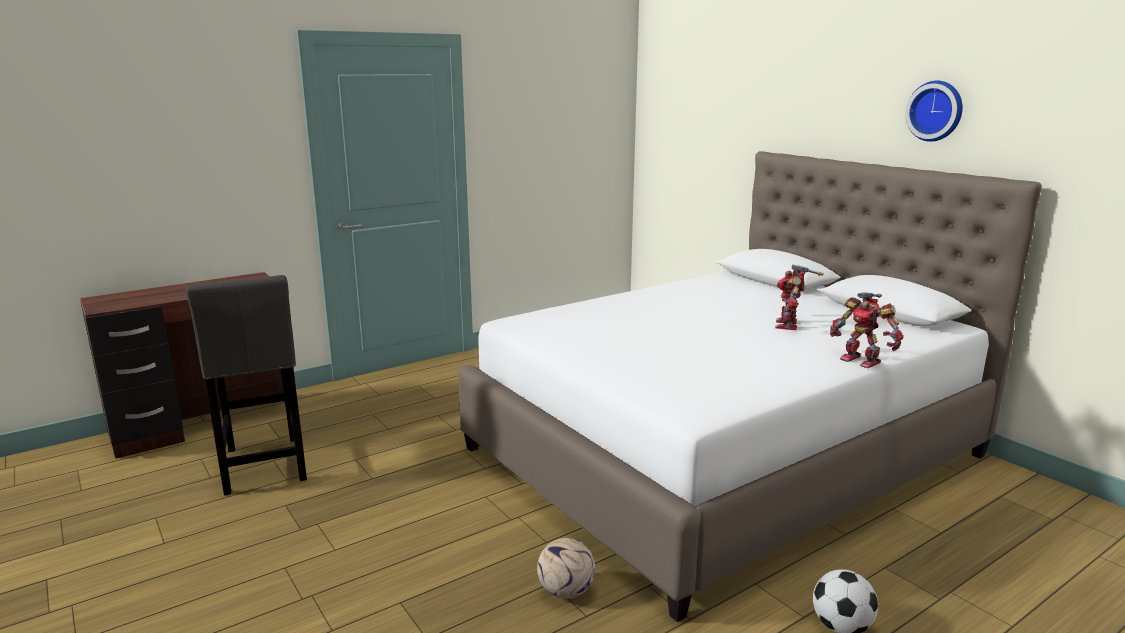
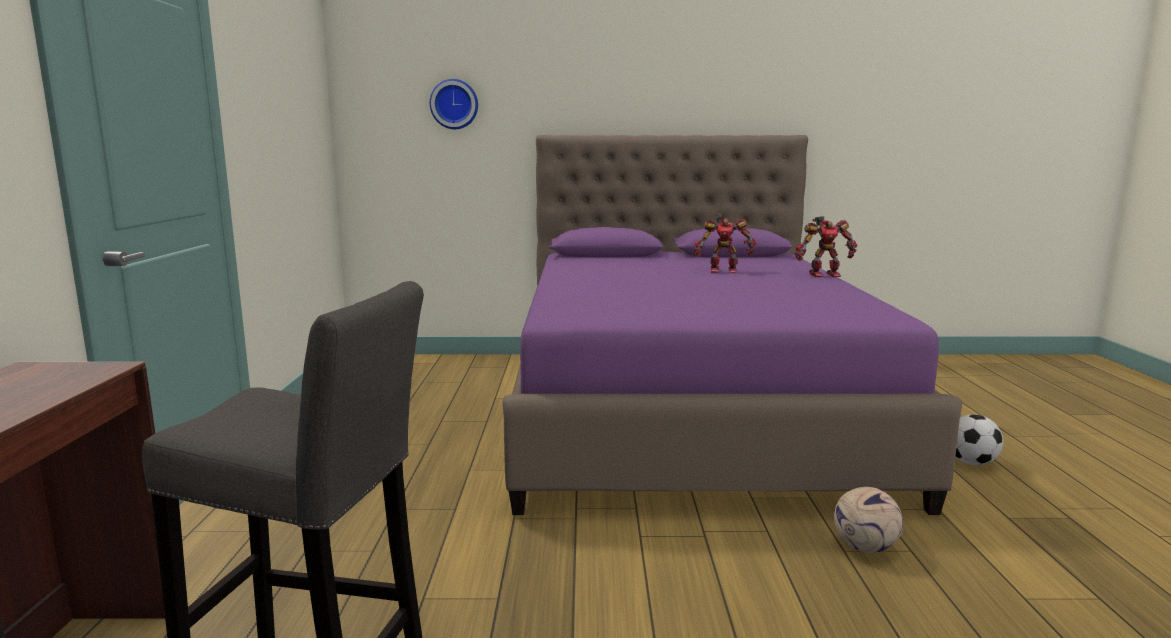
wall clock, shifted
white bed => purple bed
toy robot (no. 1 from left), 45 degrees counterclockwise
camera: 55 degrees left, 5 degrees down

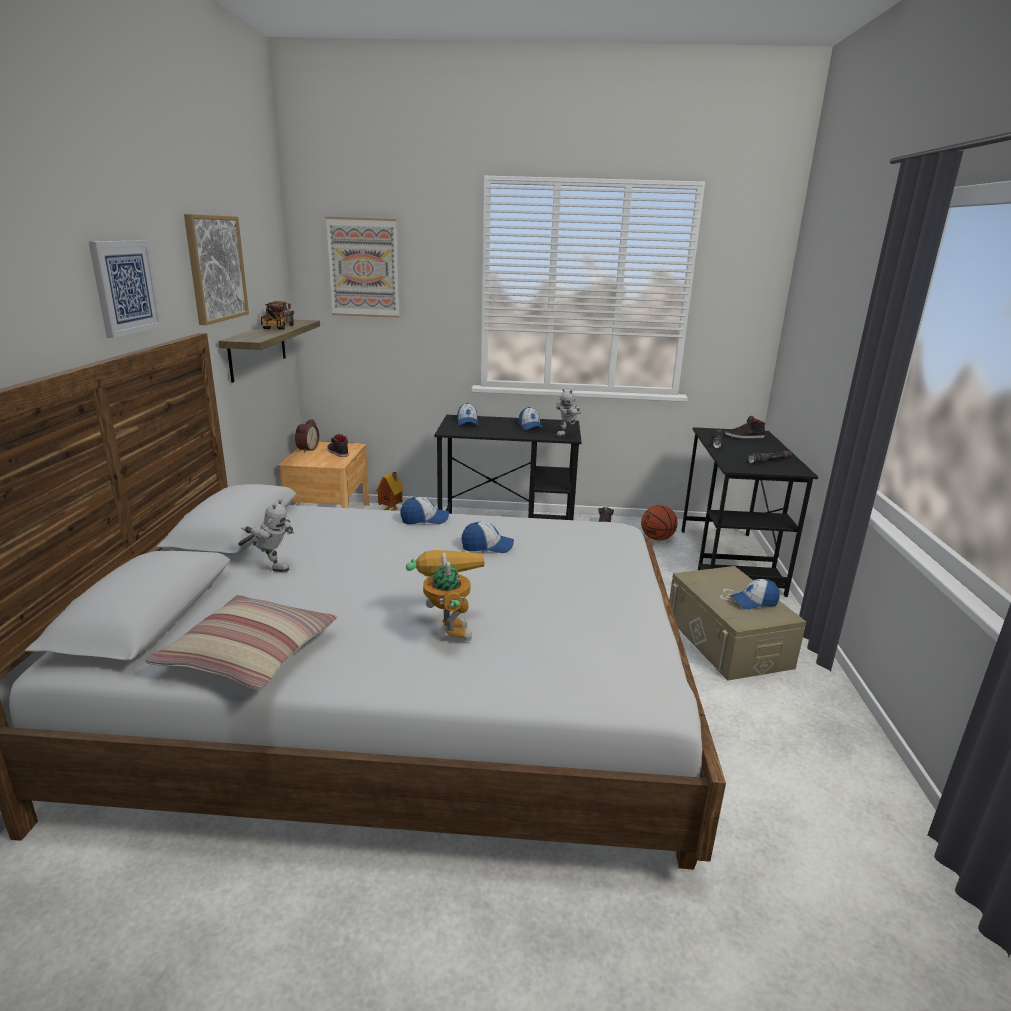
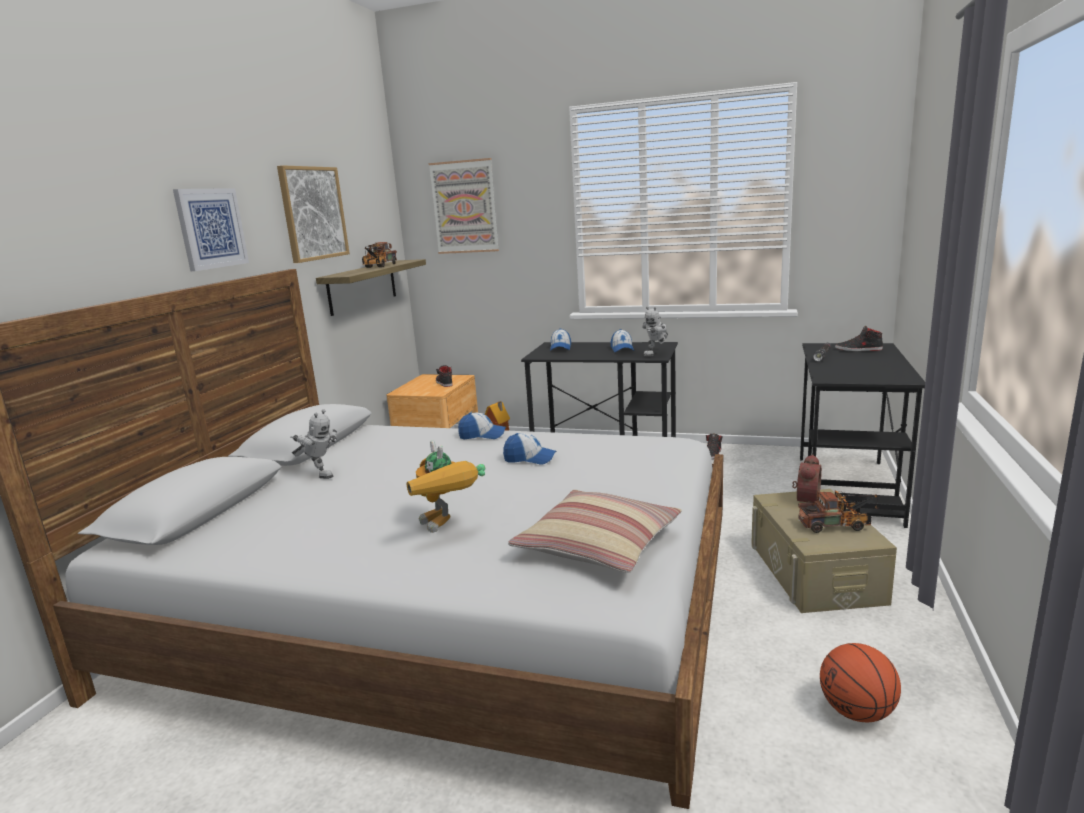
alarm clock, shifted
black flashlight (no. 2 from left) => nothing
basketball, shifted
toy robot (no. 2 from left), 150 degrees clockwise
cap (no. 5 from left) => toy truck (no. 2 from left)
pillow, shifted
camera: 15 degrees right, 5 degrees down

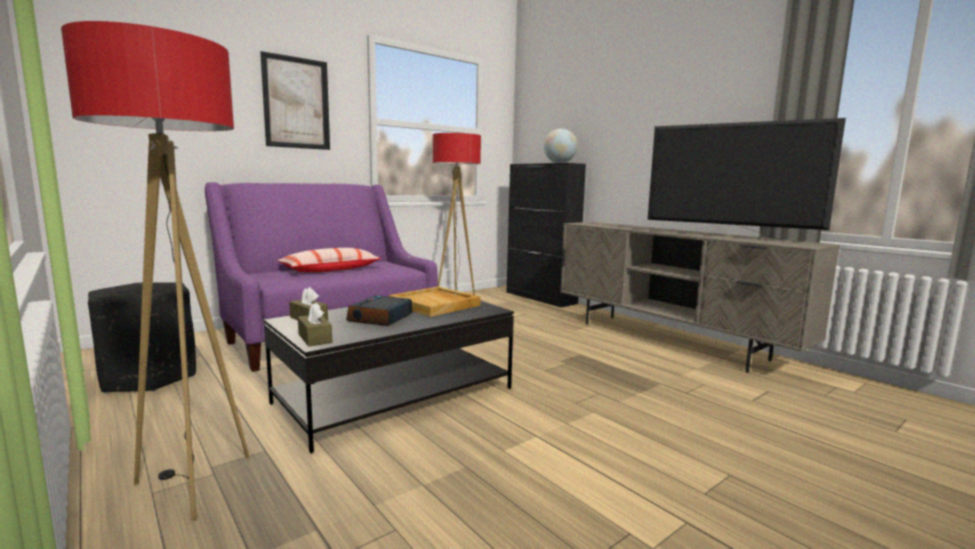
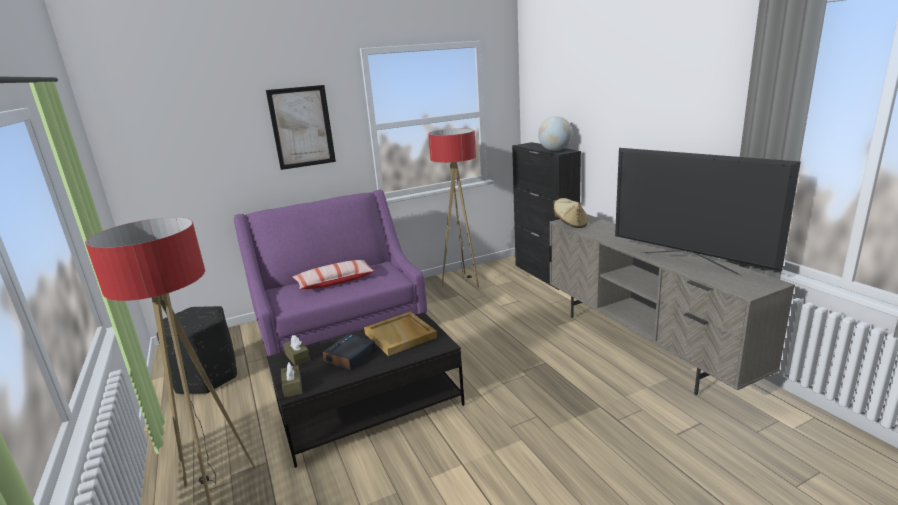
nothing => beige hat
camera: 15 degrees right, 10 degrees up

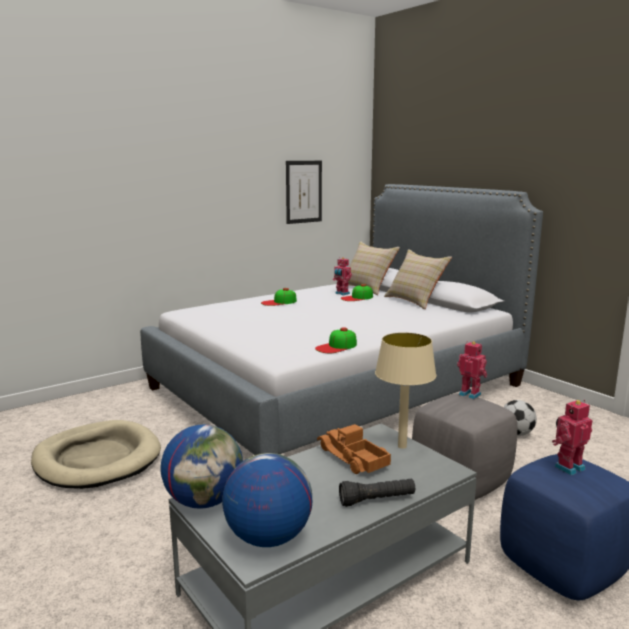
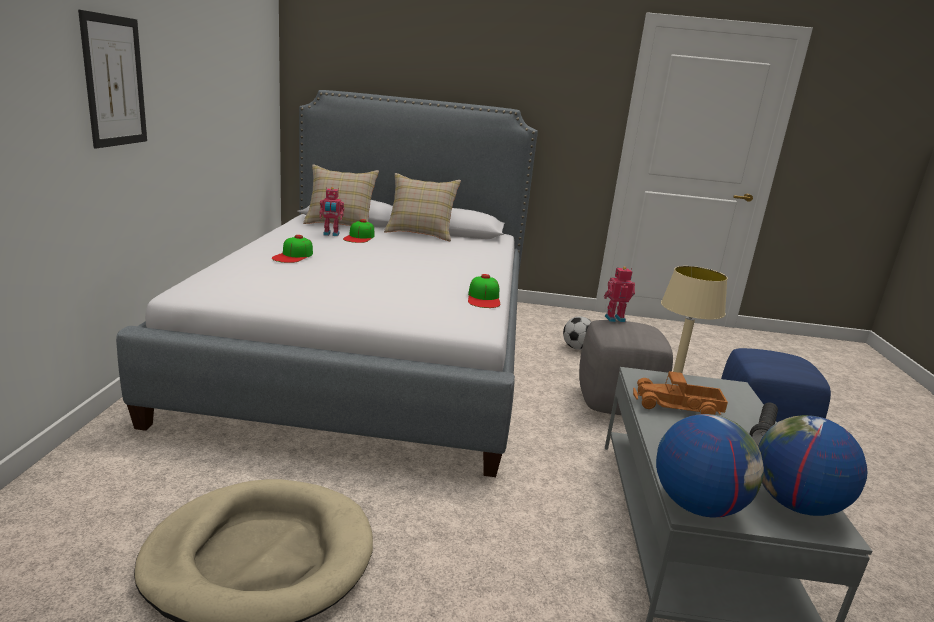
picture, shifted
toy robot (no. 3 from left) => nothing
camera: 50 degrees left, 5 degrees up

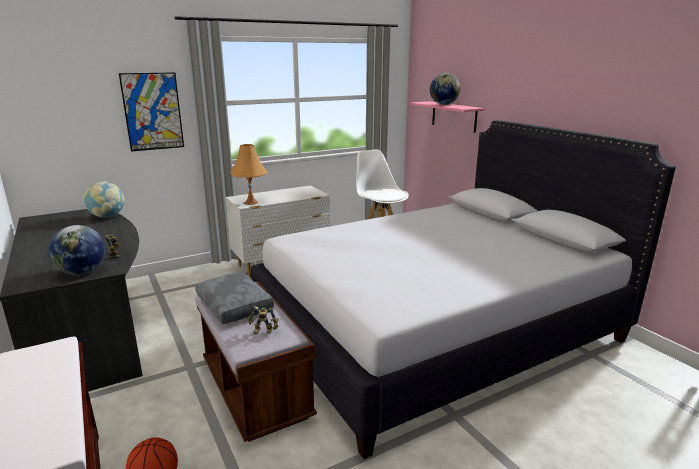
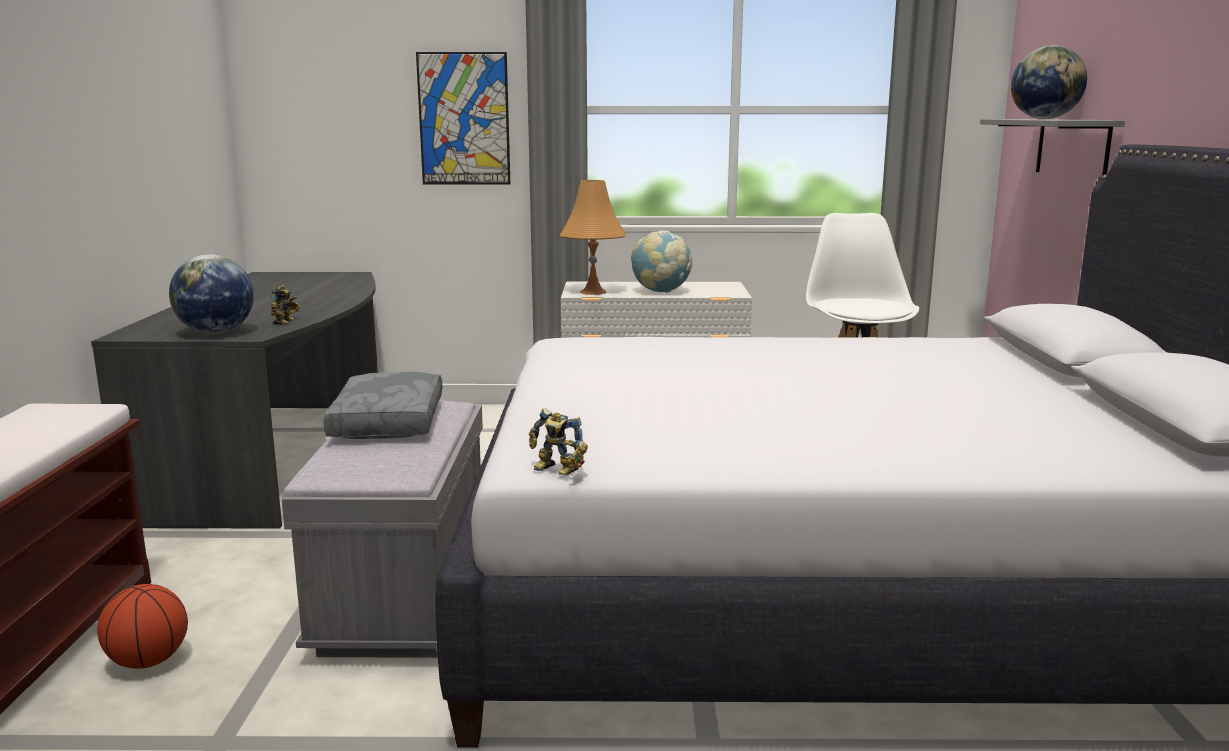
pink shelf => grey shelf
globe (no. 2 from left), shifted
brown bench (no. 2 from left) => grey bench
toy robot (no. 2 from left), shifted
camera: 30 degrees right, 5 degrees down

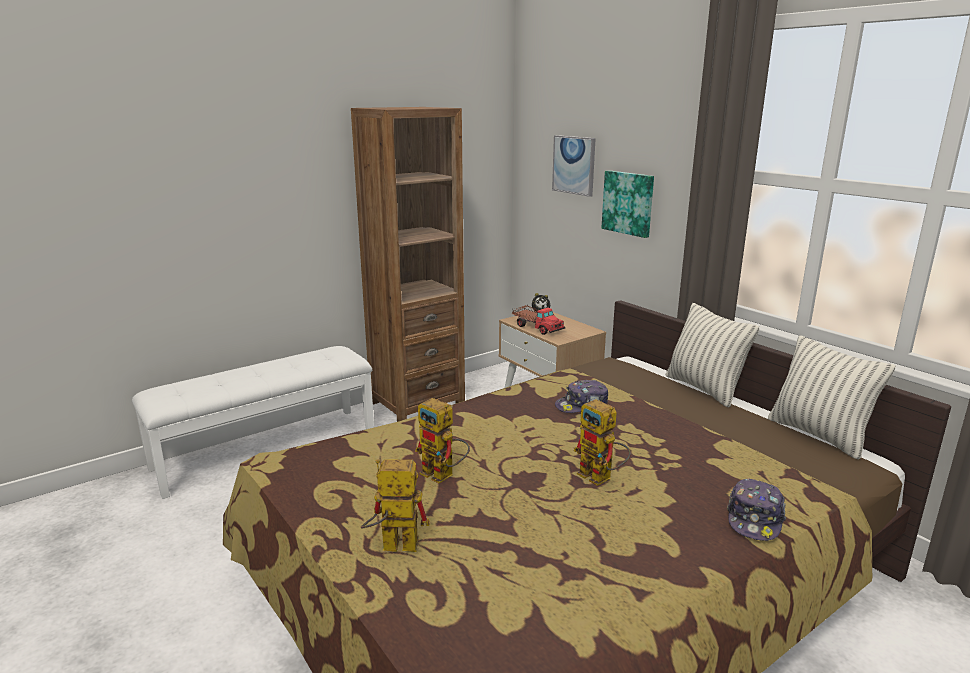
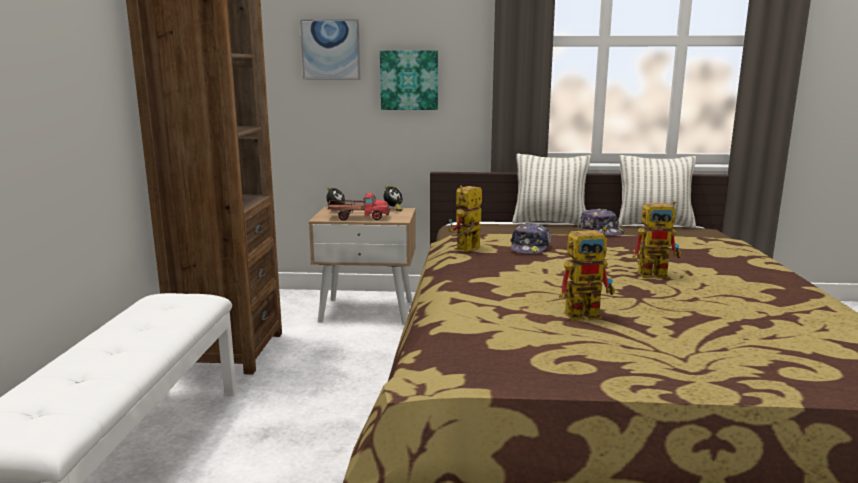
toy robot (no. 1 from left), shifted
cap (no. 2 from left), shifted
nothing => alarm clock (no. 2 from left)
camera: 50 degrees left, 5 degrees down

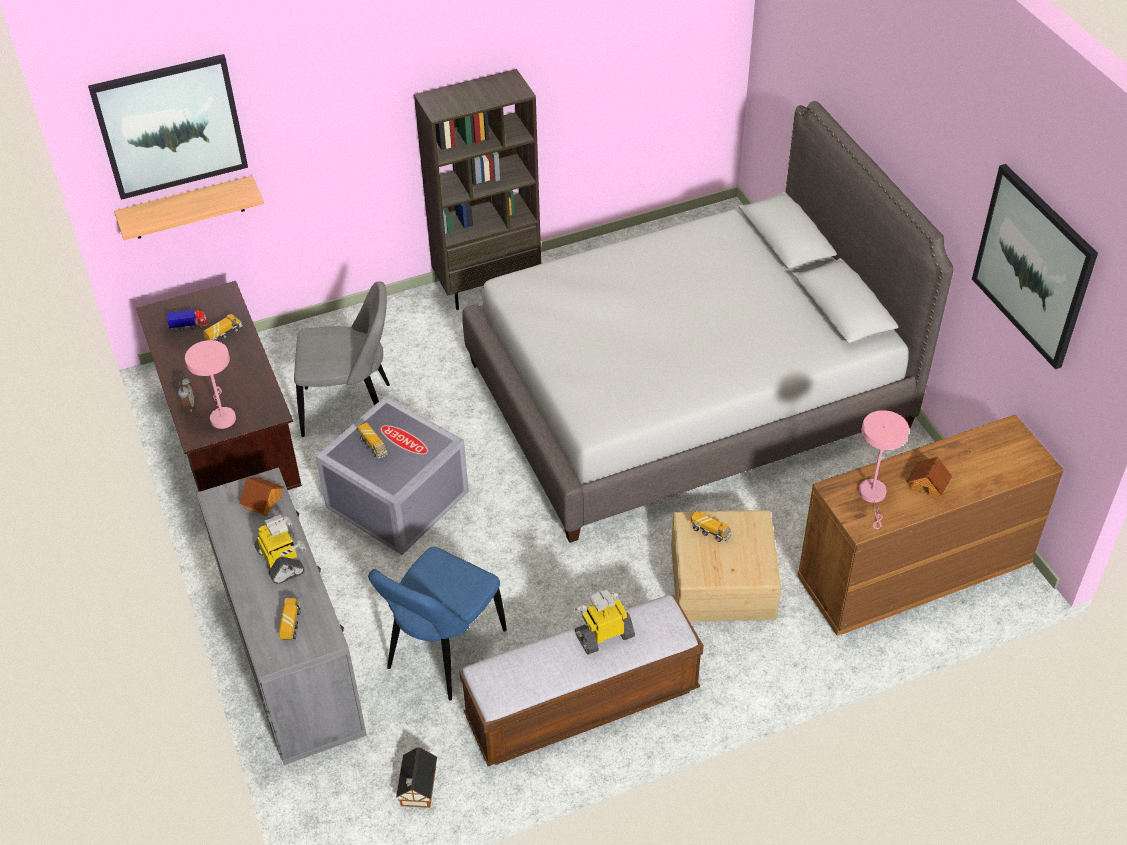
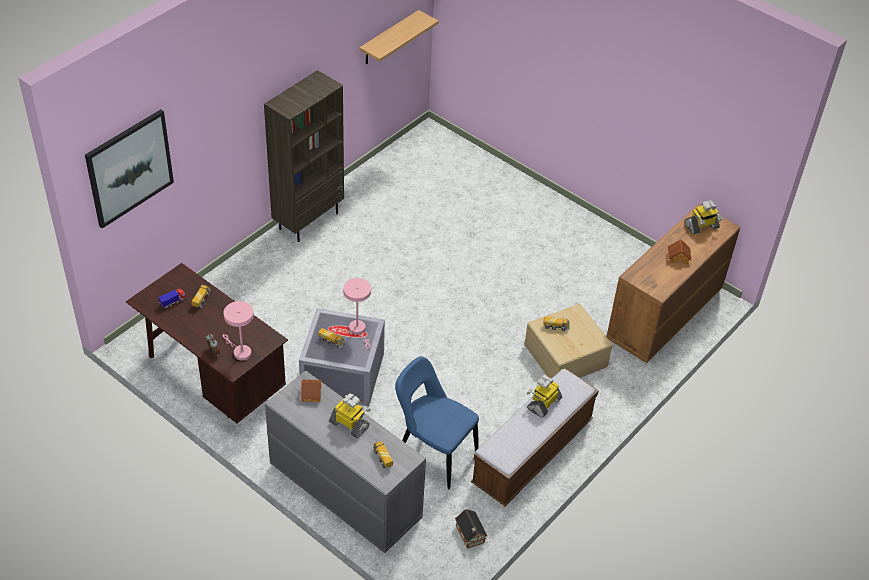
grey bed => nothing
picture (no. 2 from left) => nothing
shelf, shifted
grey chair => nothing
pink table lamp (no. 2 from left), shifted
blue chair, 120 degrees clockwise
nothing => toy robot (no. 3 from left)
camera: 30 degrees left, 0 degrees up

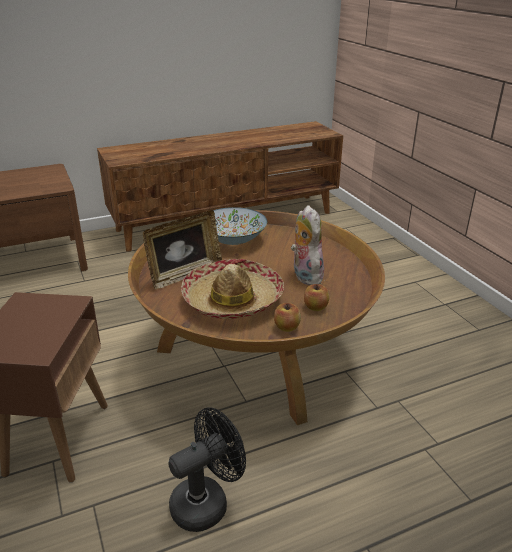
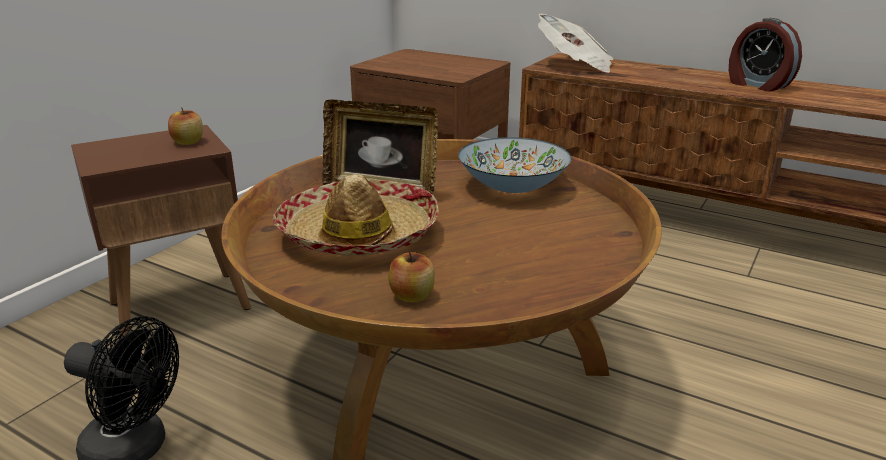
plush toy => nothing
apple (no. 1 from left), shifted
nothing => newspaper
nothing => alarm clock
camera: 55 degrees right, 5 degrees down

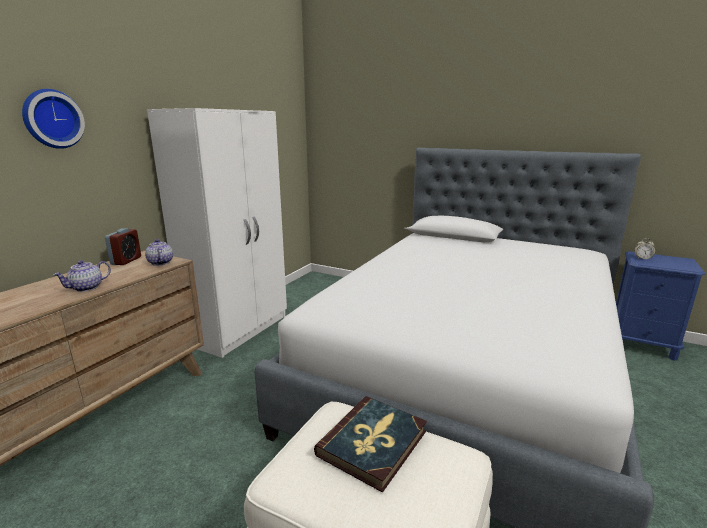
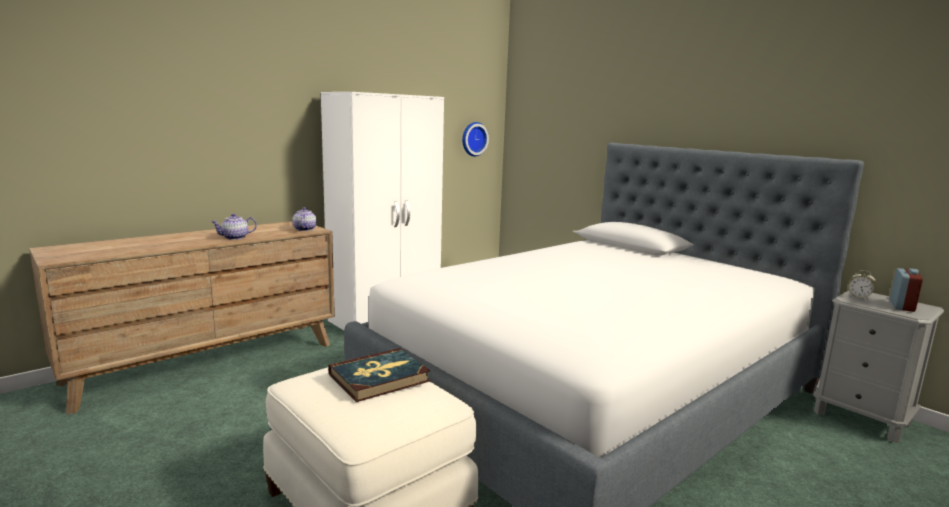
wall clock, shifted
alarm clock (no. 1 from left in the first image) => alarm clock (no. 2 from left), shifted
blue nightstand => grey nightstand
camera: 20 degrees right, 5 degrees down

